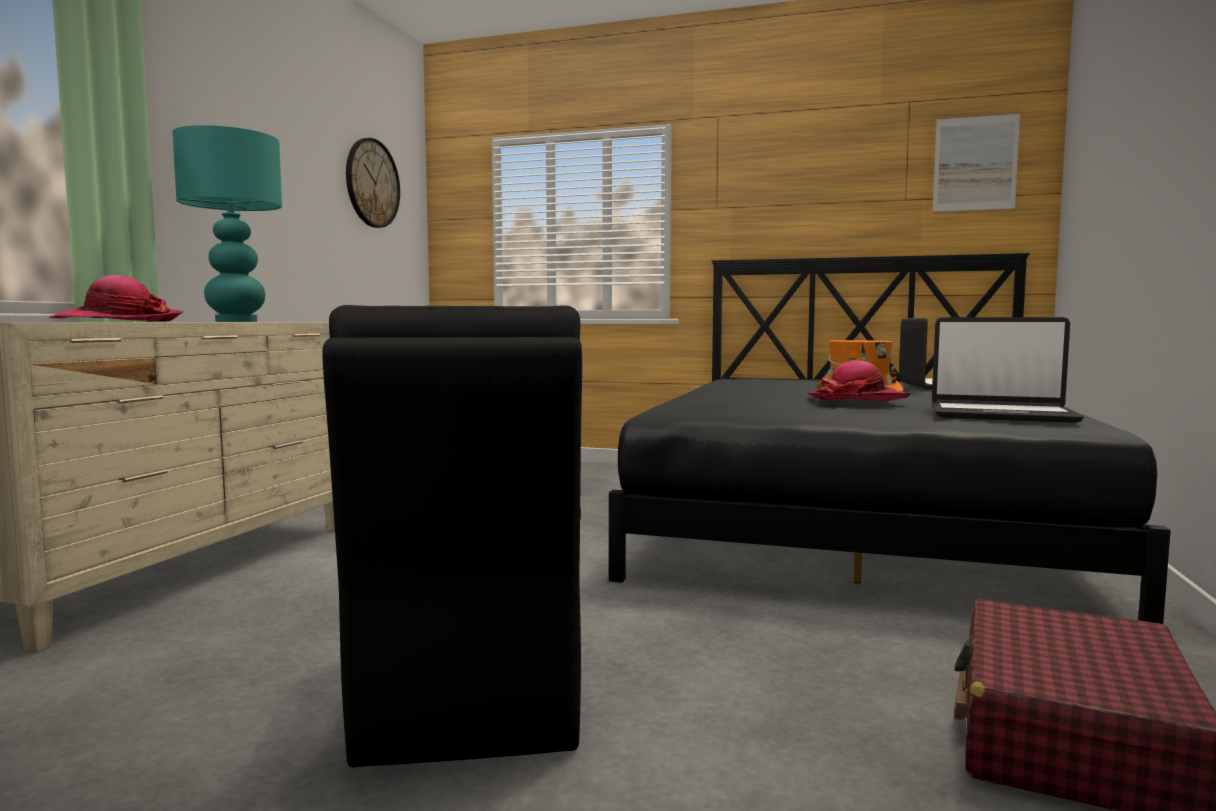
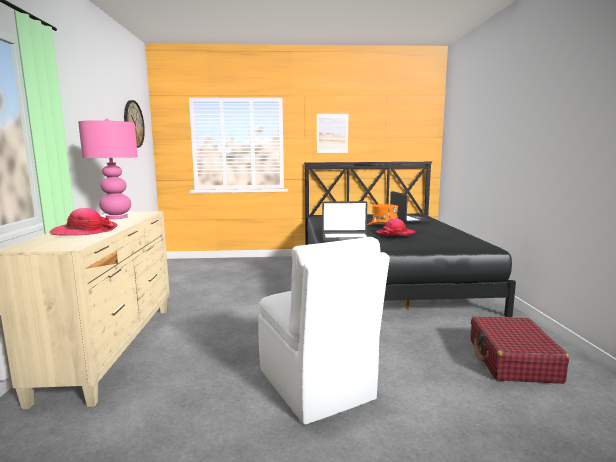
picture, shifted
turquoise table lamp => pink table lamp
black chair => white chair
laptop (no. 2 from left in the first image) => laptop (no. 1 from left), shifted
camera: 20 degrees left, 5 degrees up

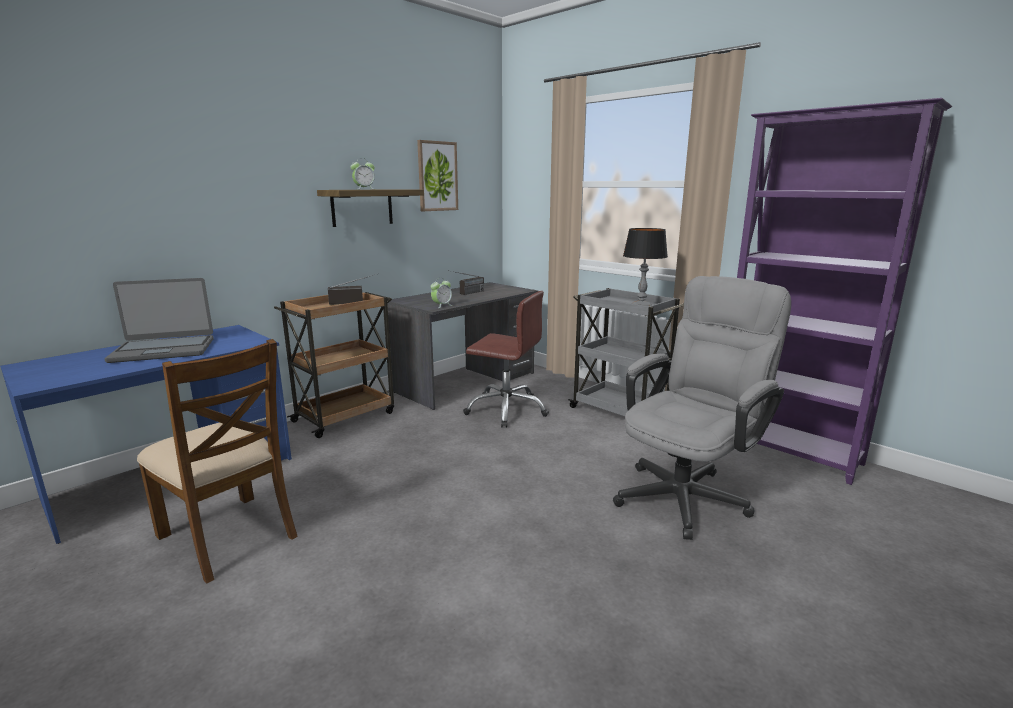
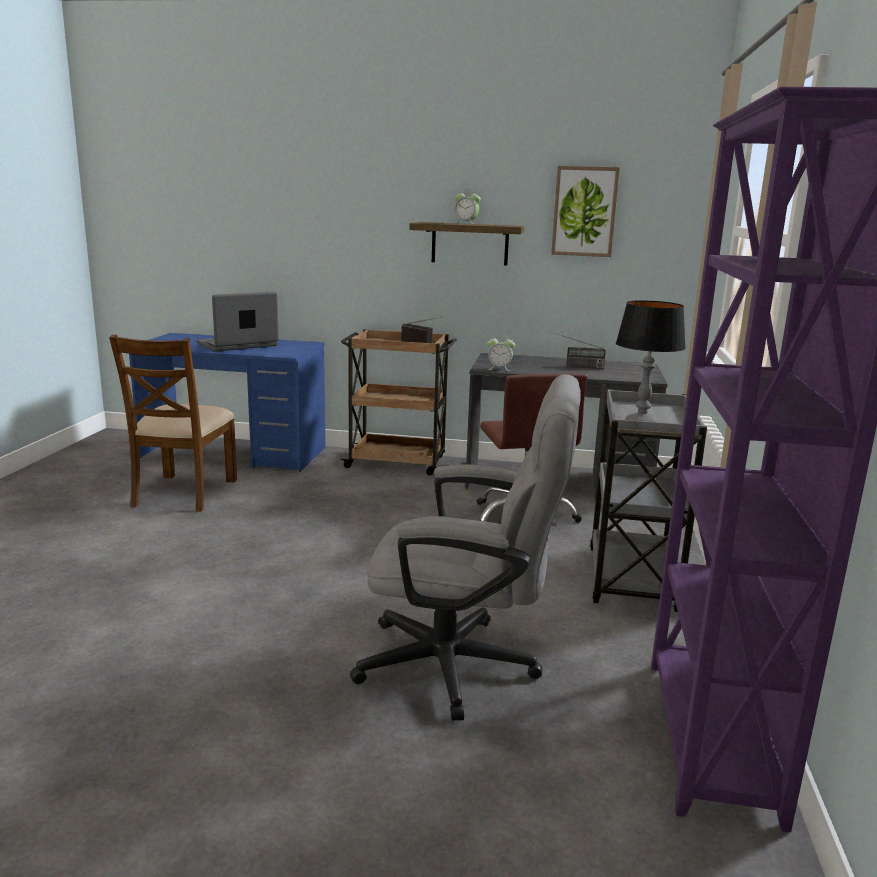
laptop, 105 degrees clockwise
camera: 55 degrees right, 0 degrees up

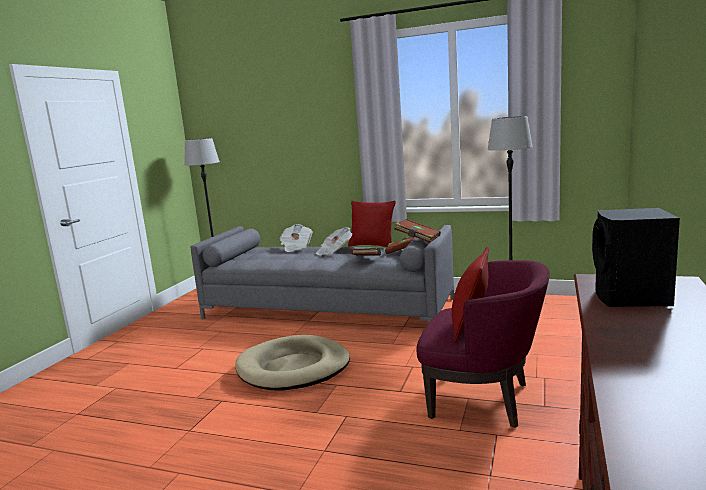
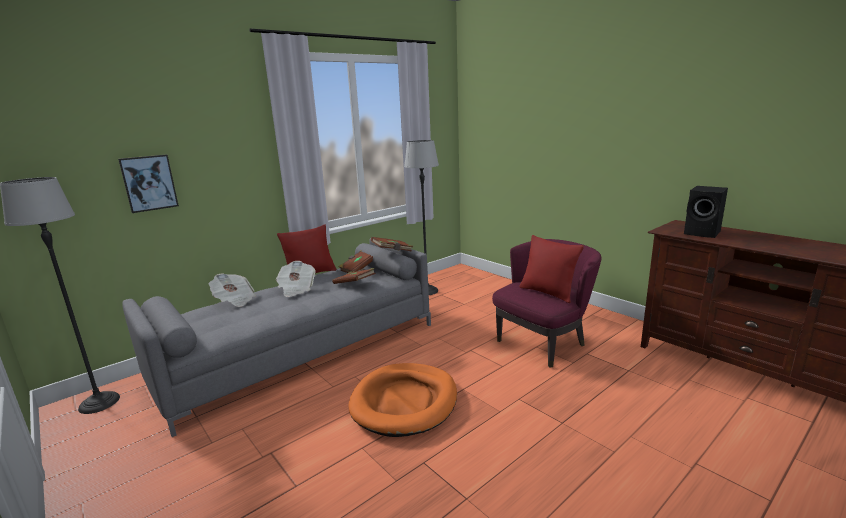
beige dog bed => orange dog bed
nothing => picture
camera: 60 degrees left, 5 degrees up

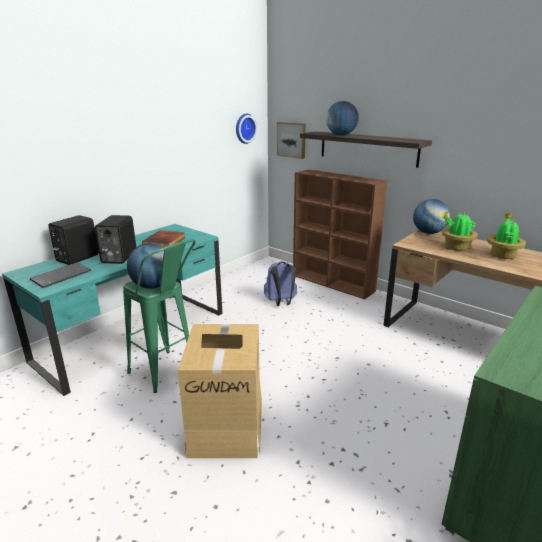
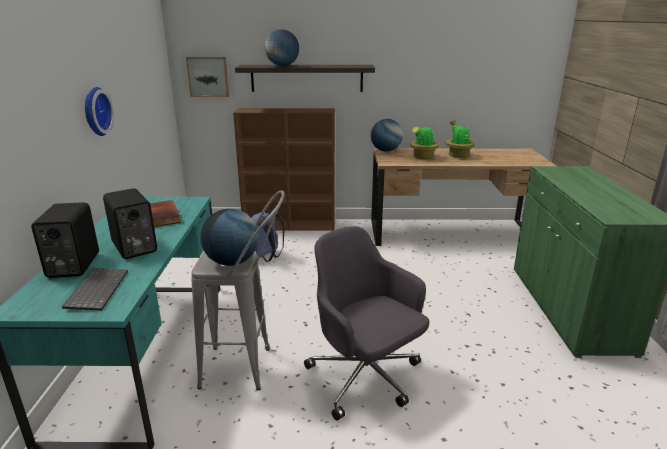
wall clock, shifted
green stool => grey stool
cardboard box => grey office chair
camera: 40 degrees left, 0 degrees up

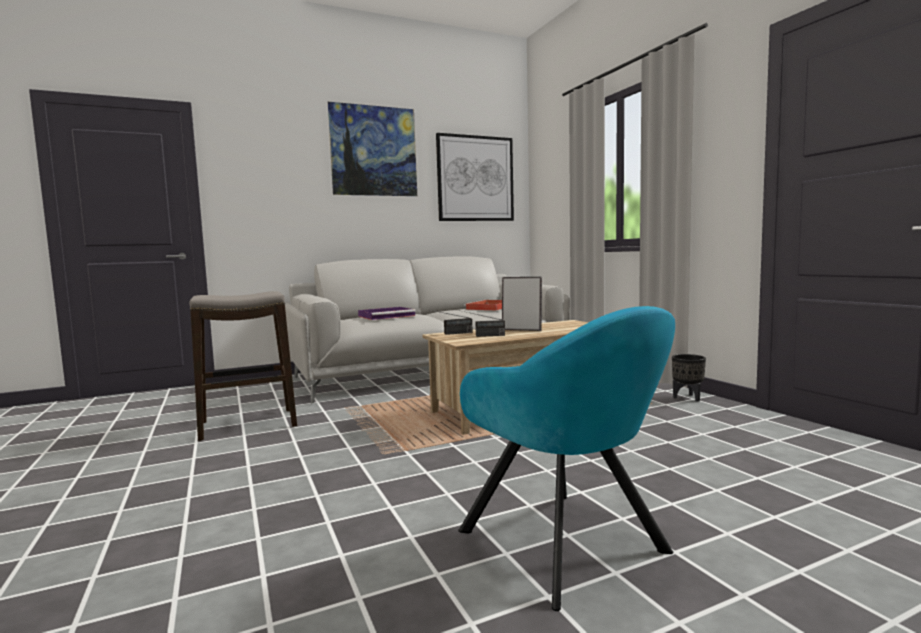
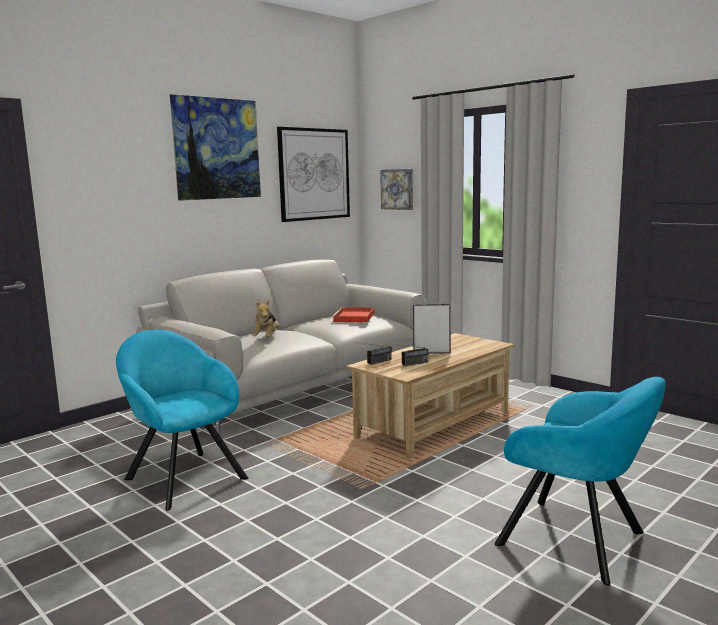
stool => turquoise armchair (no. 1 from left)
purple tray => plush toy
black planter => nothing
nothing => picture (no. 3 from left)
camera: 20 degrees left, 5 degrees up

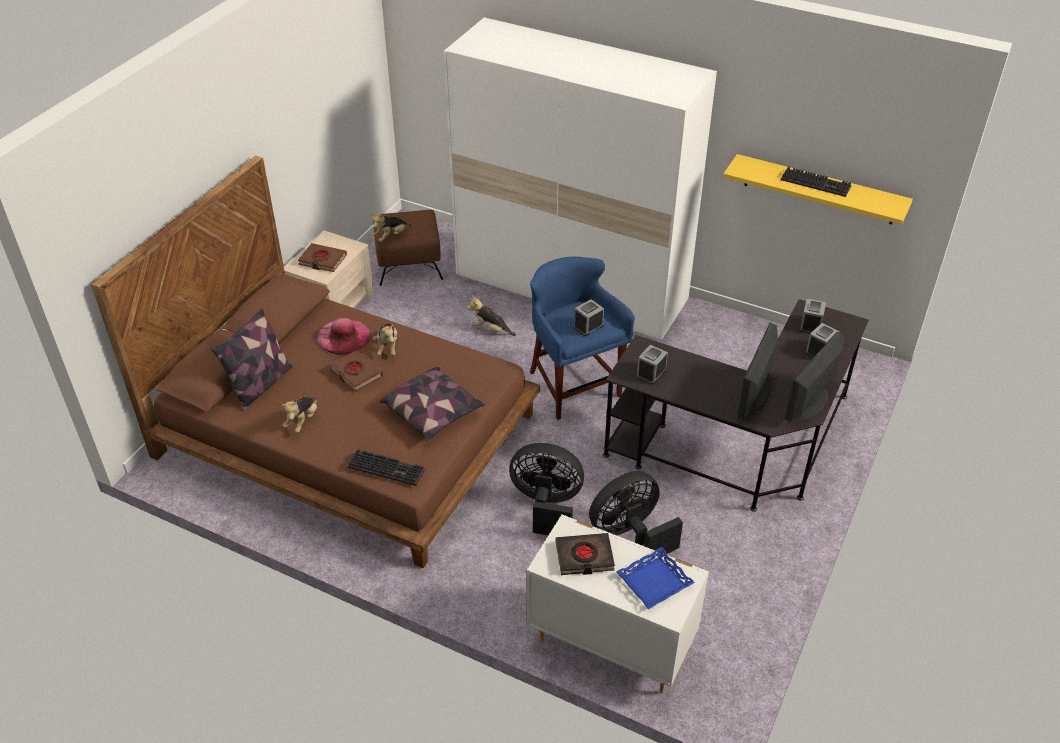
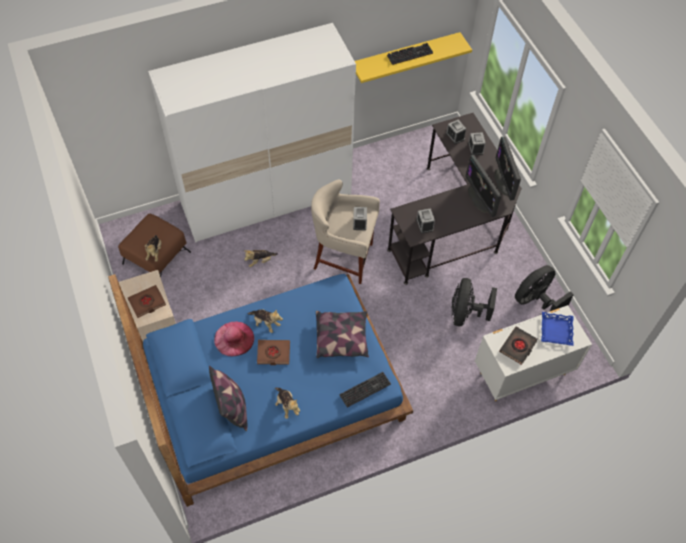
brown bed => blue bed
blue stool => beige stool
black fan (no. 1 from left in the first image) => black fan (no. 2 from left), shifted
camera: 50 degrees left, 15 degrees up

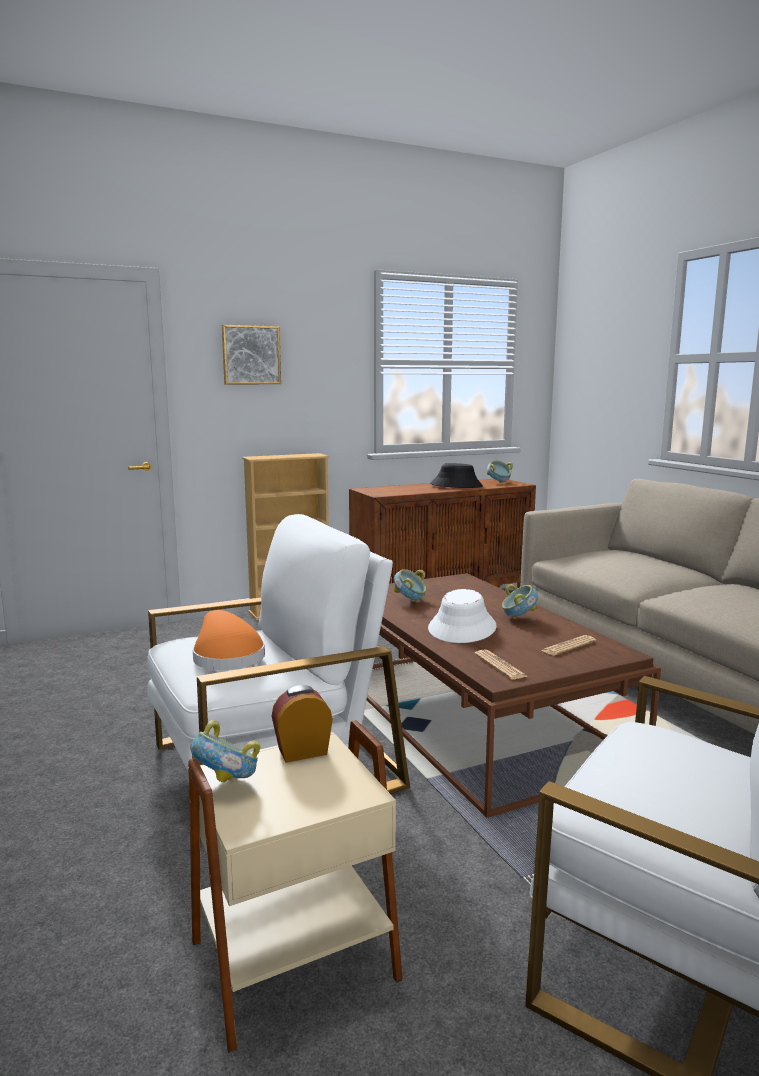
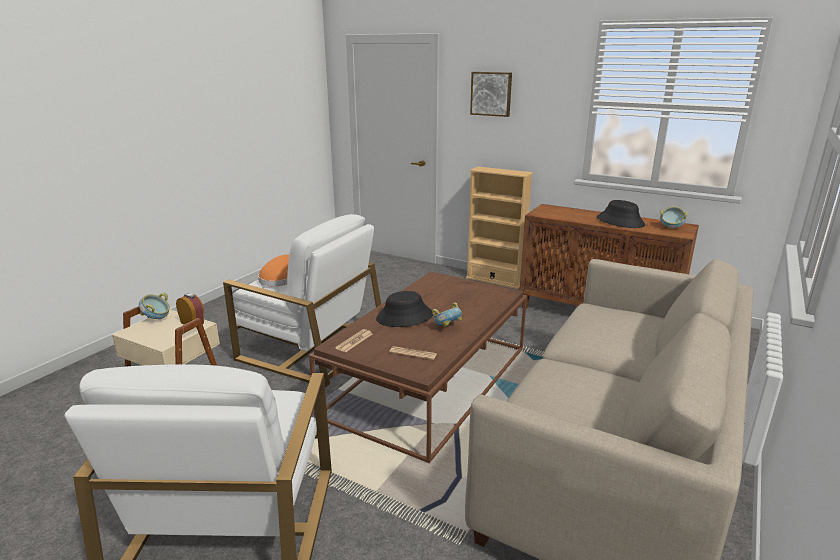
bowl (no. 2 from left) => nothing
white hat => black hat (no. 1 from left)
camera: 55 degrees right, 10 degrees up

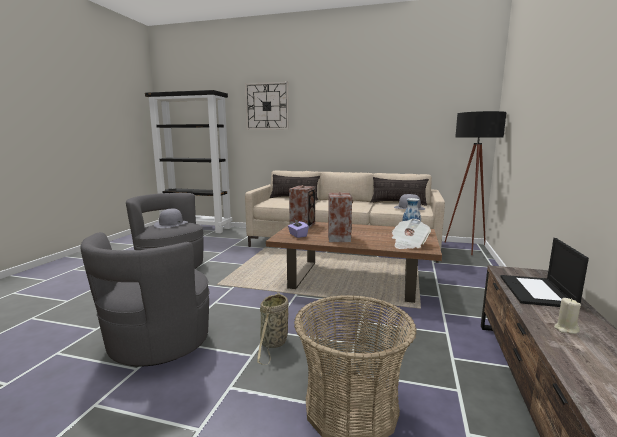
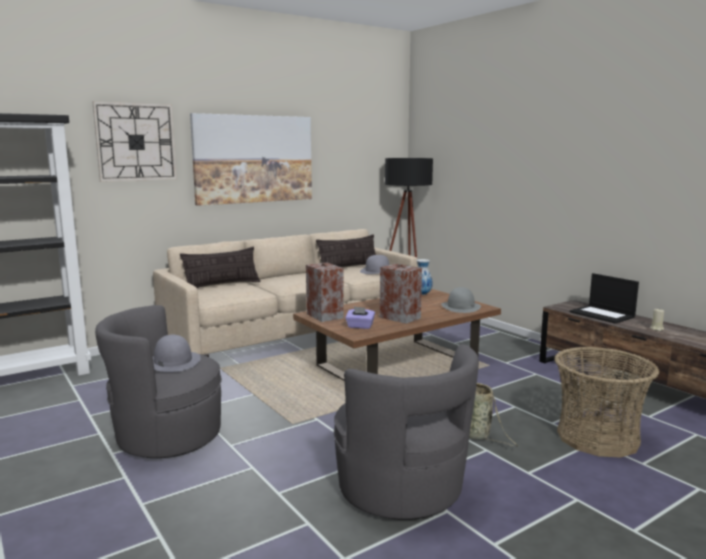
newspaper => grey hat (no. 3 from left)
nothing => picture
camera: 50 degrees left, 0 degrees up

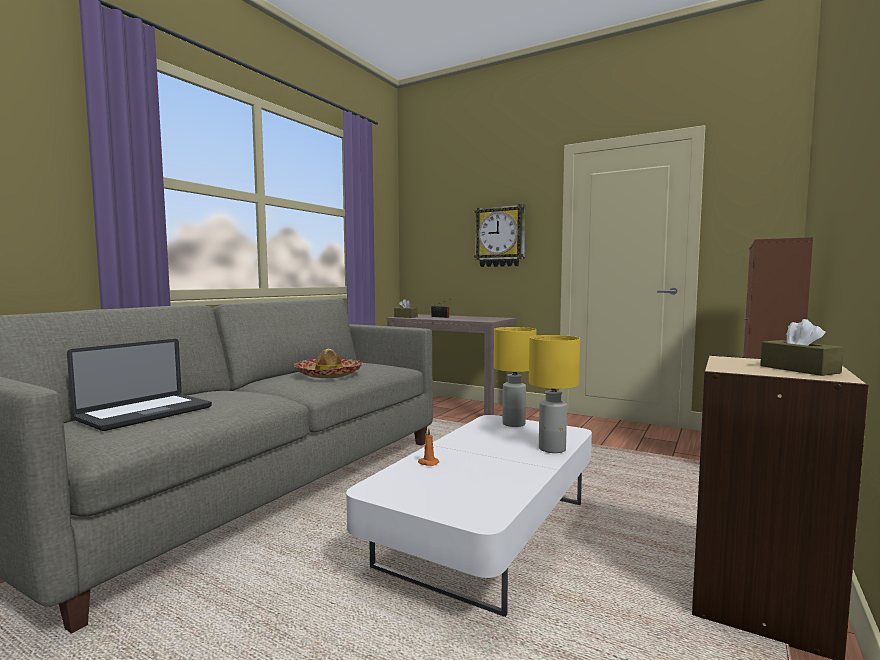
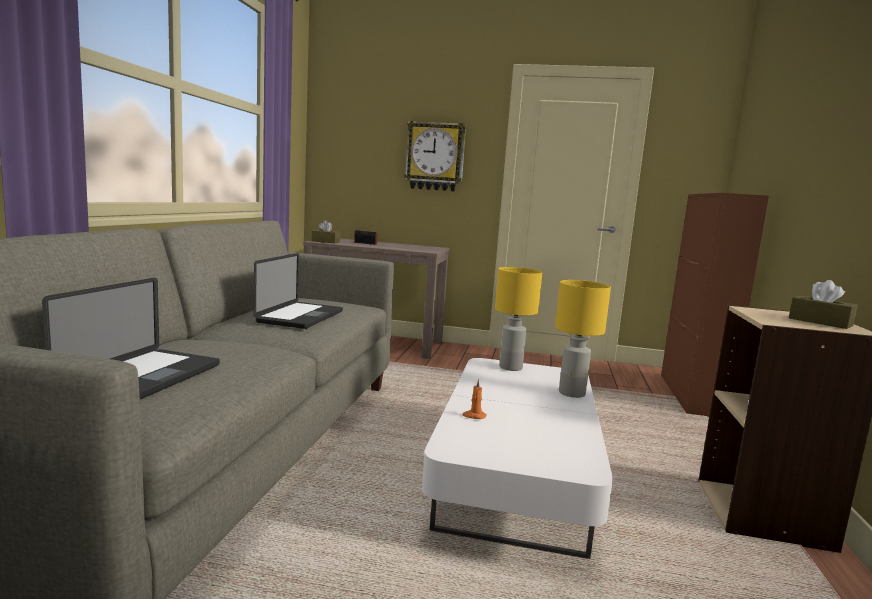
hat => laptop (no. 2 from left)
camera: 20 degrees left, 5 degrees up

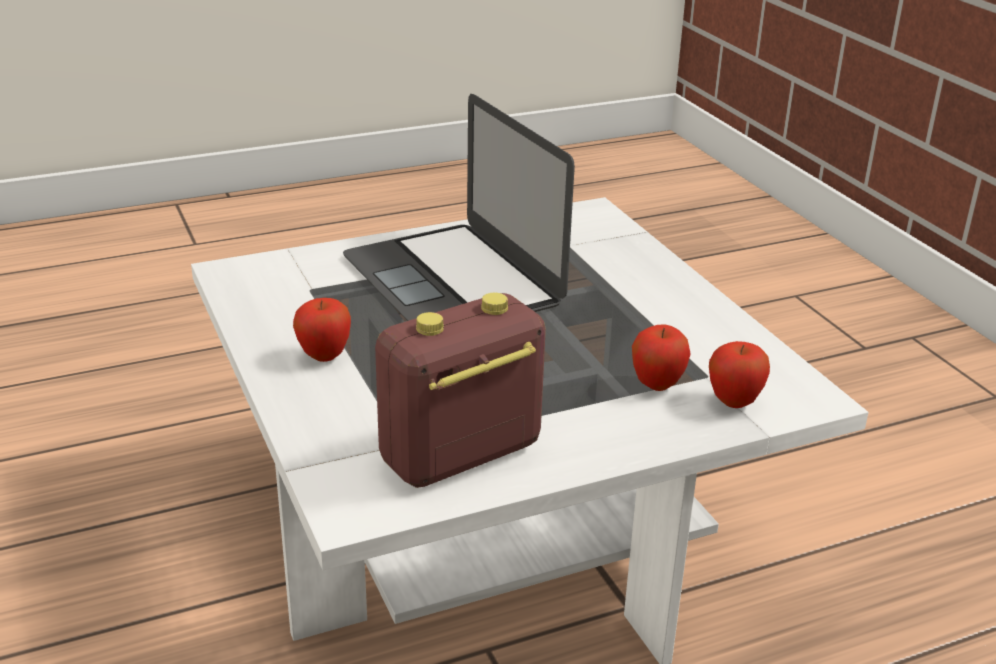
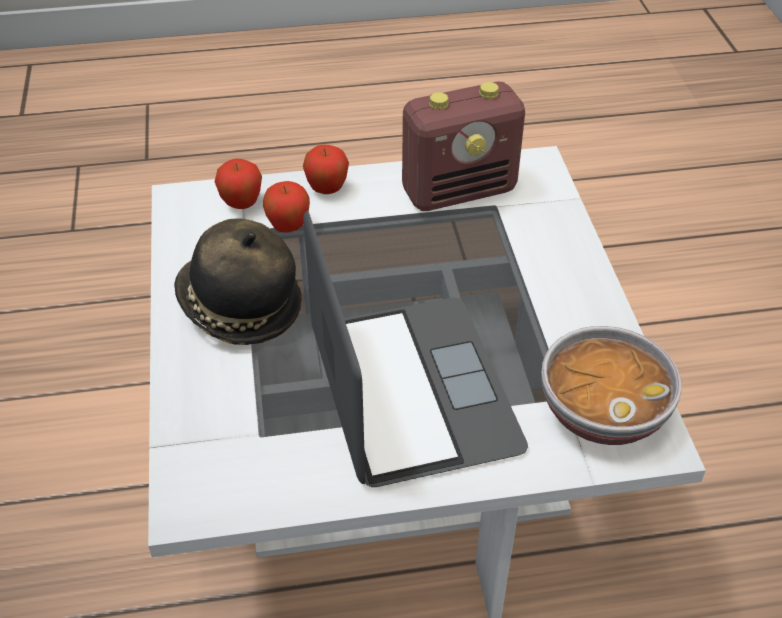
apple (no. 1 from left in the first image) => apple (no. 3 from left), shifted
nothing => hat
nothing => bowl
camera: 165 degrees left, 15 degrees up

